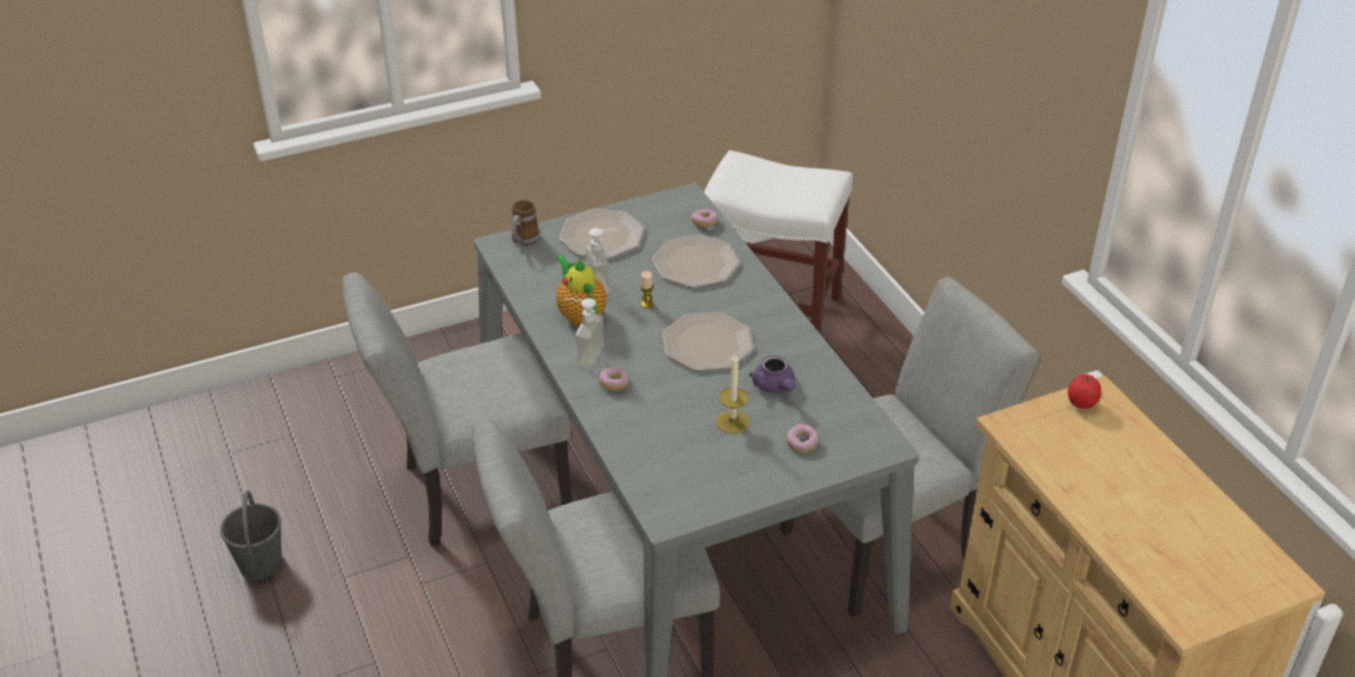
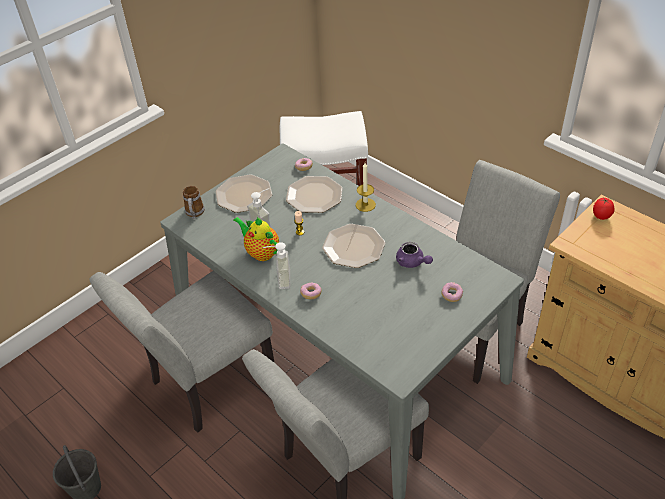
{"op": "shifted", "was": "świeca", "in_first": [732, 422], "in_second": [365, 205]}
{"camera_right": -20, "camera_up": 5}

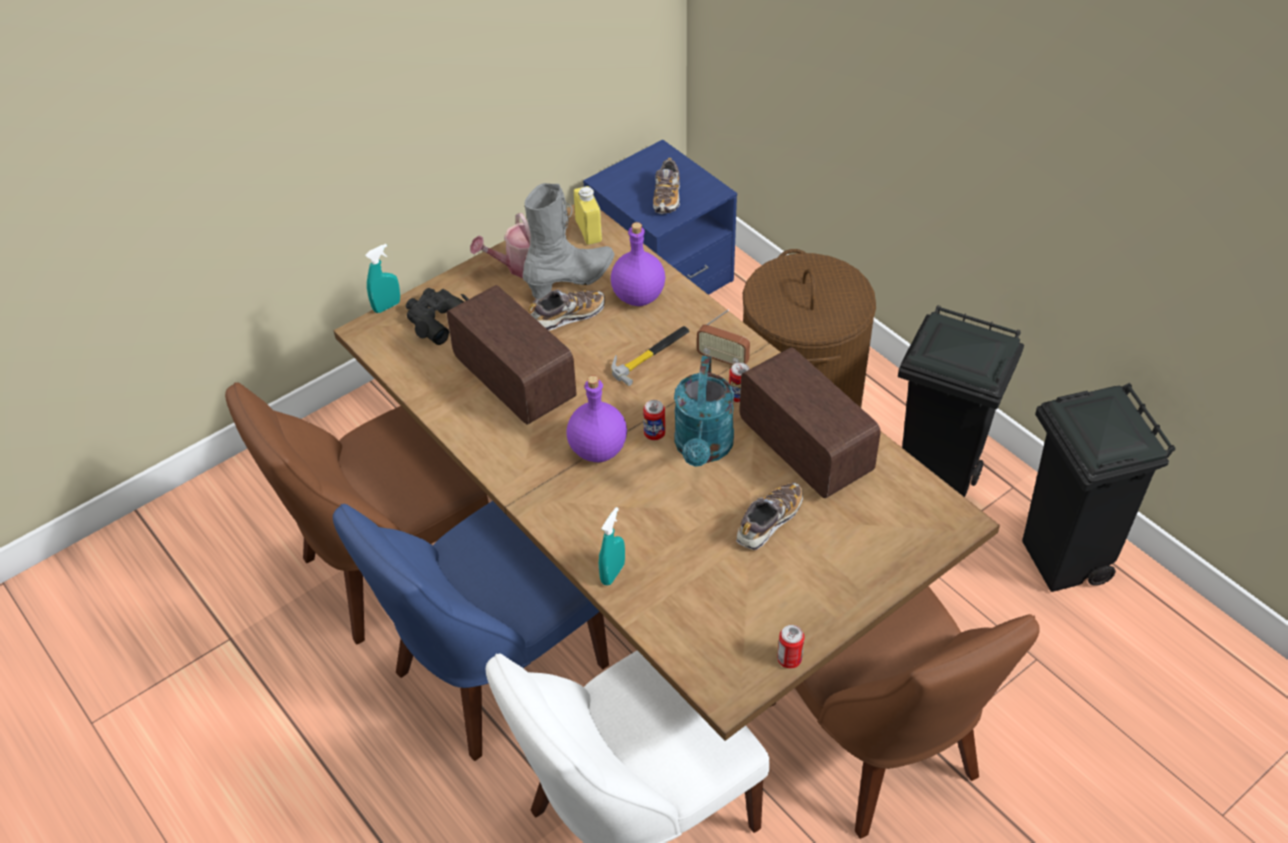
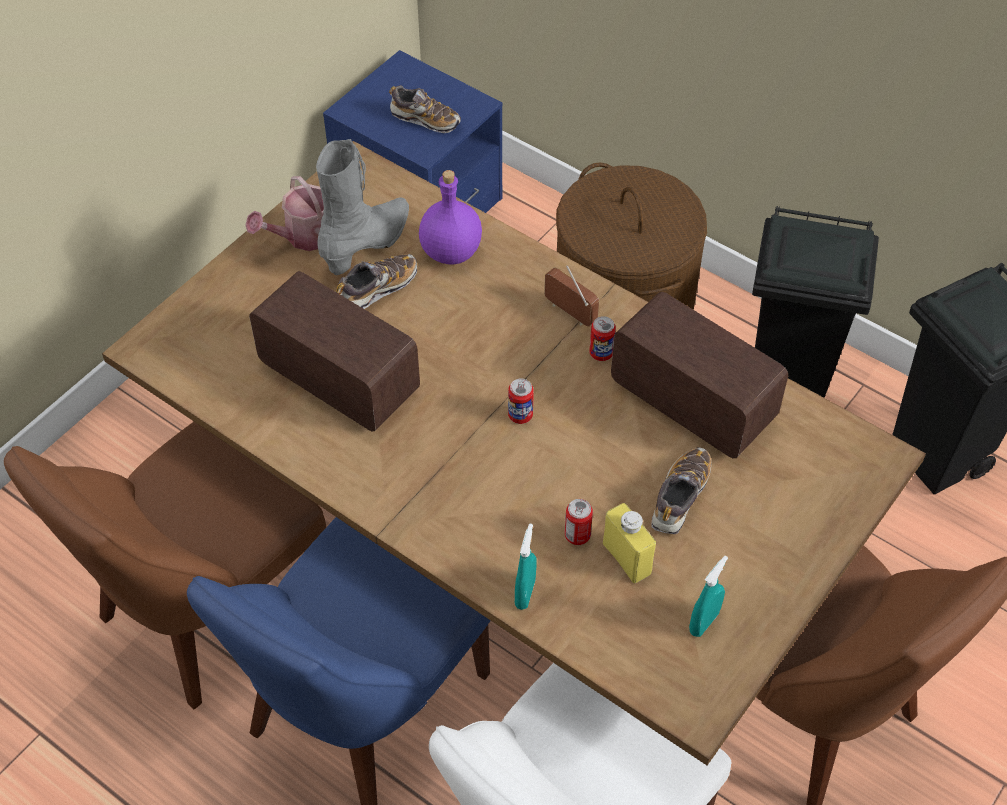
{"op": "shifted", "was": "spryskiwacz (turkusowy)", "in_first": [387, 306], "in_second": [704, 622]}
{"op": "gone", "was": "lornetka (czarny)", "in_first": [439, 319]}
{"op": "gone", "was": "butelka (fioletowy)", "in_first": [597, 450]}
{"op": "shifted", "was": "butelka (żółty)", "in_first": [588, 231], "in_second": [626, 559]}
{"op": "gone", "was": "młotek", "in_first": [651, 354]}
{"op": "rotated", "was": "but", "in_first": [667, 197], "in_second": [425, 119], "clockwise": -60}
{"op": "gone", "was": "konewka (turkusowy)", "in_first": [703, 449]}
{"op": "rotated", "was": "radio", "in_first": [723, 360], "in_second": [570, 312], "clockwise": -150}
{"op": "shifted", "was": "puszka", "in_first": [789, 659], "in_second": [577, 535]}
{"camera_right": -15, "camera_up": 5}

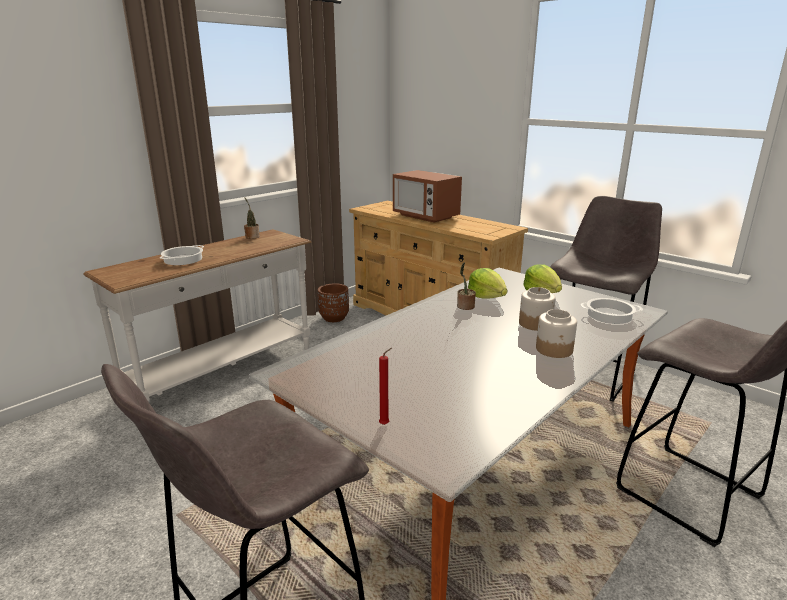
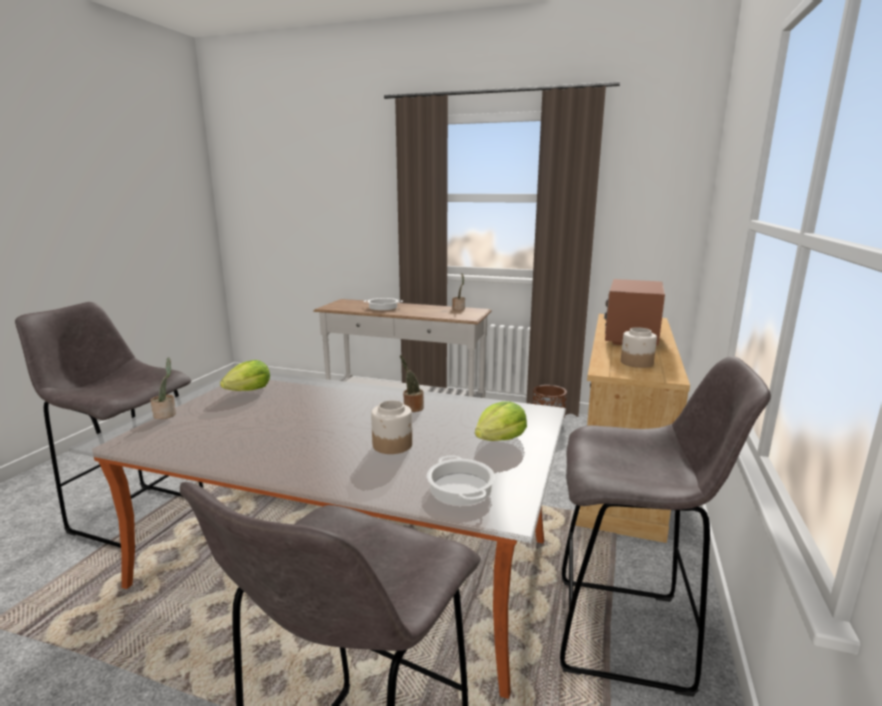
{"op": "swapped", "was": "świeca (czerwony)", "now": "roślina doniczkowa", "in_first": [385, 424], "in_second": [166, 414]}
{"op": "shifted", "was": "sałata", "in_first": [487, 296], "in_second": [249, 390]}
{"op": "shifted", "was": "słoik", "in_first": [554, 350], "in_second": [636, 363]}
{"camera_right": 65, "camera_up": -5}

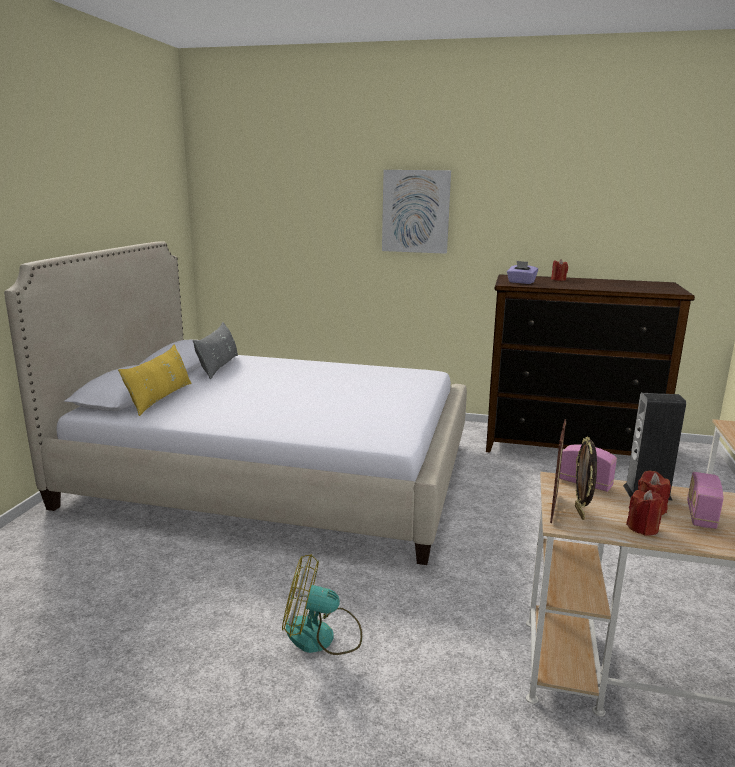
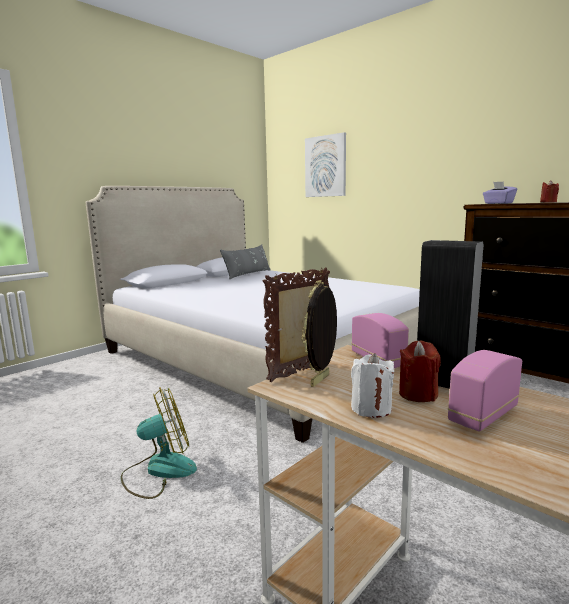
{"op": "gone", "was": "poduszka (żółty)", "in_first": [160, 398]}
{"op": "rotated", "was": "wentylator", "in_first": [322, 636], "in_second": [159, 471], "clockwise": 120}
{"op": "shifted", "was": "obraz", "in_first": [416, 211], "in_second": [325, 166]}
{"op": "repainted", "was": "świeca (czerwony)", "now": "świeca (biały)", "in_first": [642, 528], "in_second": [371, 409]}
{"camera_right": 30, "camera_up": -5}

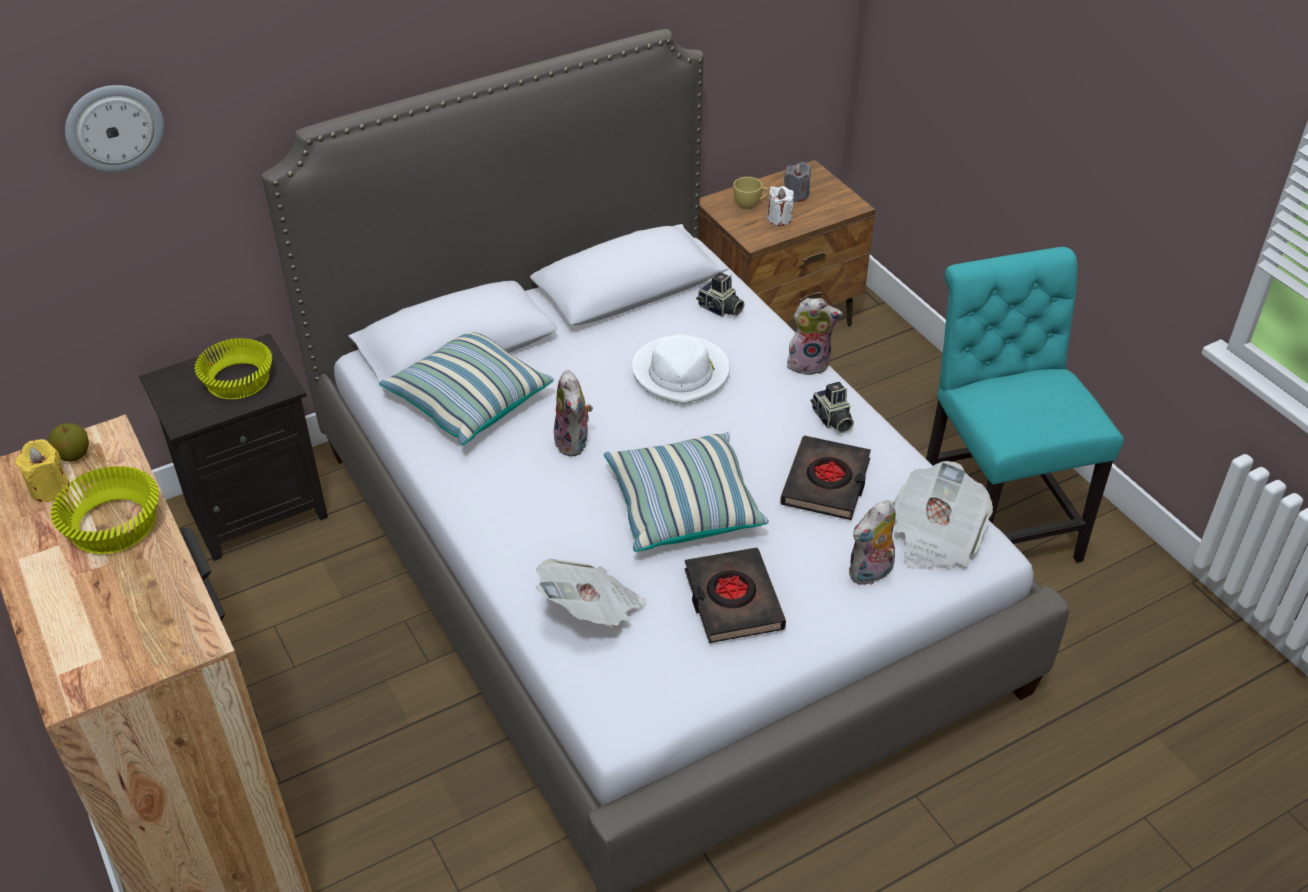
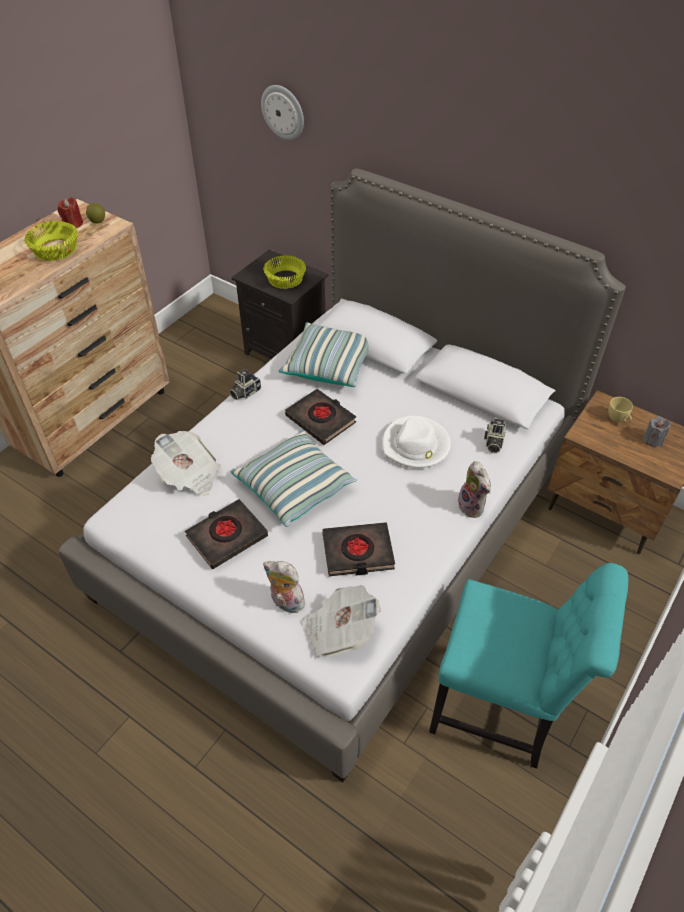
{"op": "repainted", "was": "świeca (żółty)", "now": "świeca (czerwony)", "in_first": [50, 488], "in_second": [73, 224]}
{"op": "swapped", "was": "pluszak", "now": "książka (czarny)", "in_first": [574, 443], "in_second": [321, 419]}
{"op": "gone", "was": "świeca (biały)", "in_first": [779, 218]}
{"op": "shifted", "was": "aparat fotograficzny", "in_first": [831, 420], "in_second": [244, 392]}
{"op": "rotated", "was": "krzesło (turkusowy)", "in_first": [993, 519], "in_second": [500, 709], "clockwise": 60}
{"camera_right": 65, "camera_up": 5}

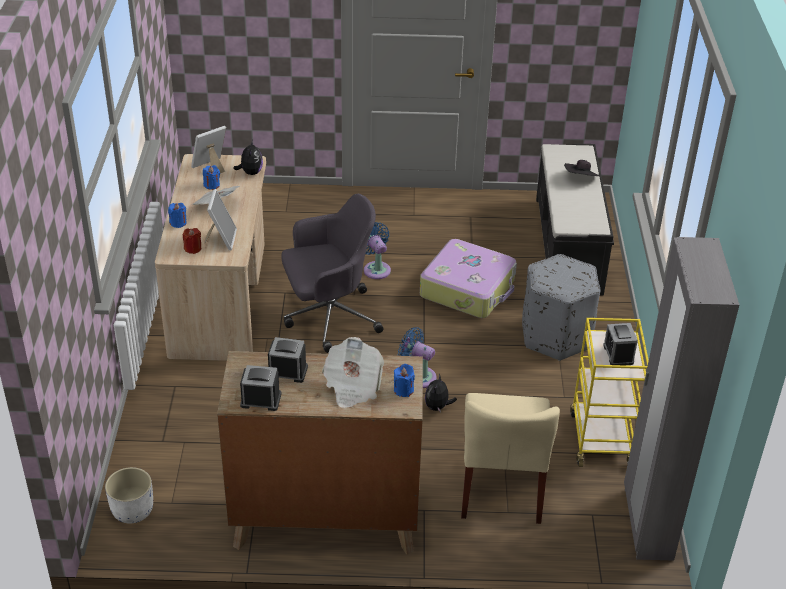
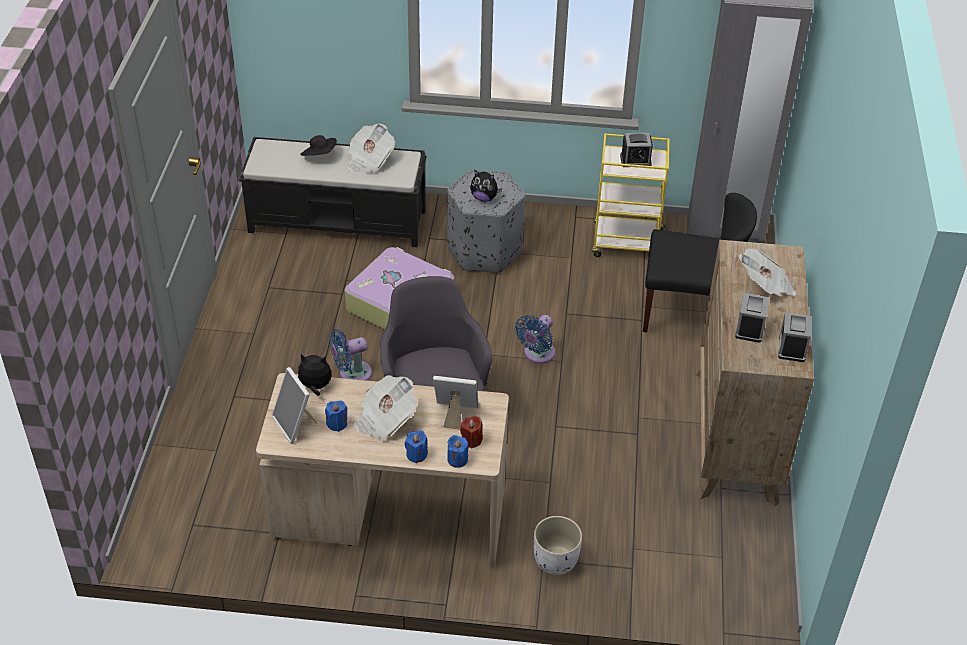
{"op": "shifted", "was": "donica (biały)", "in_first": [132, 510], "in_second": [555, 560]}
{"op": "shifted", "was": "świeca (niebieski)", "in_first": [403, 390], "in_second": [457, 459]}
{"op": "shifted", "was": "pluszak", "in_first": [437, 407], "in_second": [484, 198]}
{"op": "repainted", "was": "krzesło (beżowy)", "now": "krzesło (czarny)", "in_first": [501, 487], "in_second": [687, 313]}
{"op": "new", "now": "gazeta", "in_second": [369, 160]}
{"camera_right": -85, "camera_up": 5}

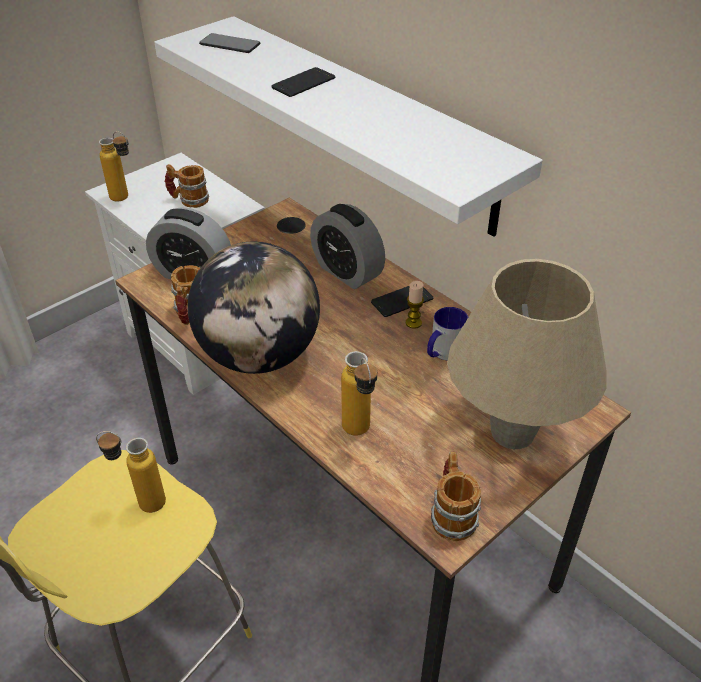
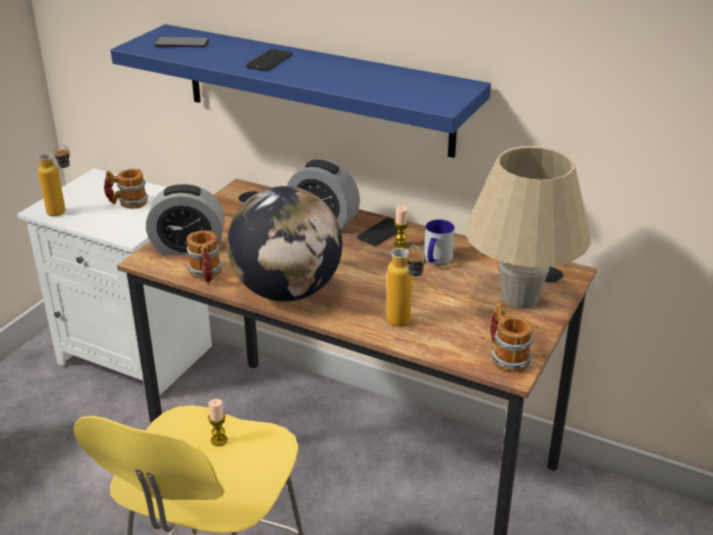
{"op": "swapped", "was": "butelka", "now": "świeca", "in_first": [141, 503], "in_second": [219, 440]}
{"op": "repainted", "was": "półka (biały)", "now": "półka (niebieski)", "in_first": [364, 121], "in_second": [316, 89]}
{"camera_right": -20, "camera_up": -10}

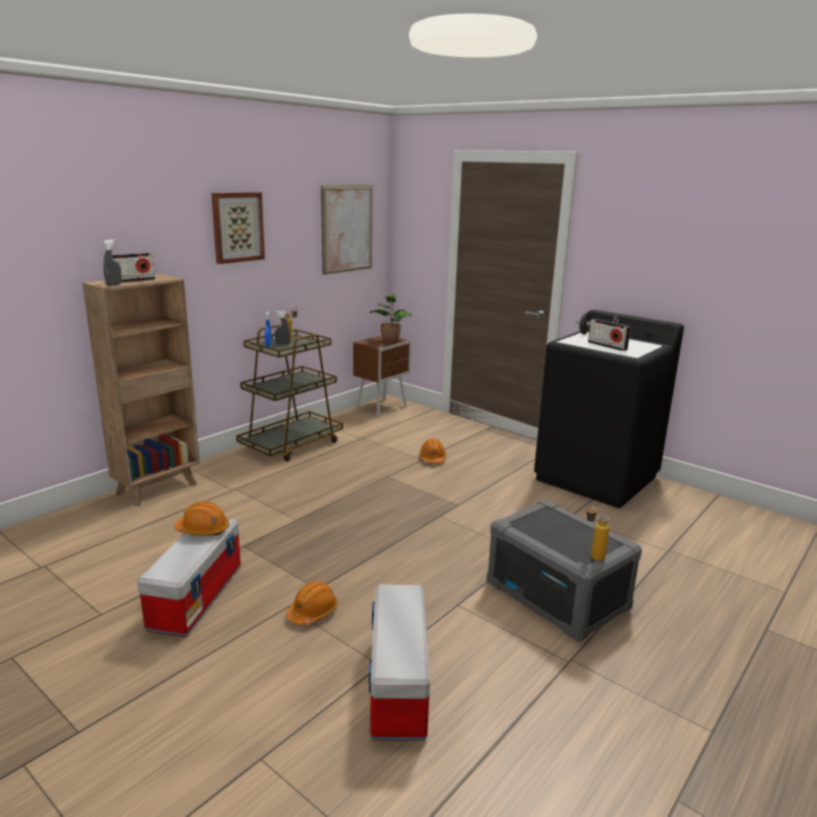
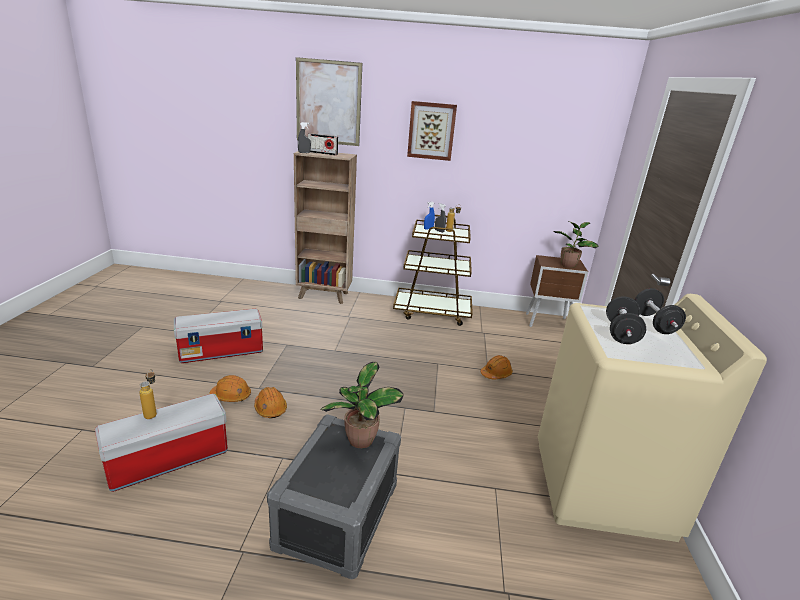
{"op": "shifted", "was": "kask (pomarańczowy)", "in_first": [203, 530], "in_second": [270, 408]}
{"op": "shifted", "was": "obraz", "in_first": [347, 229], "in_second": [328, 103]}
{"op": "repainted", "was": "pralka (czarny)", "now": "pralka (beżowy)", "in_first": [596, 478], "in_second": [602, 488]}
{"op": "shifted", "was": "butelka", "in_first": [592, 555], "in_second": [152, 412]}
{"op": "swapped", "was": "radio", "now": "hantel (czarny)", "in_first": [607, 346], "in_second": [620, 333]}
{"op": "new", "now": "roślina doniczkowa", "in_second": [360, 441]}
{"camera_right": 55, "camera_up": 5}

